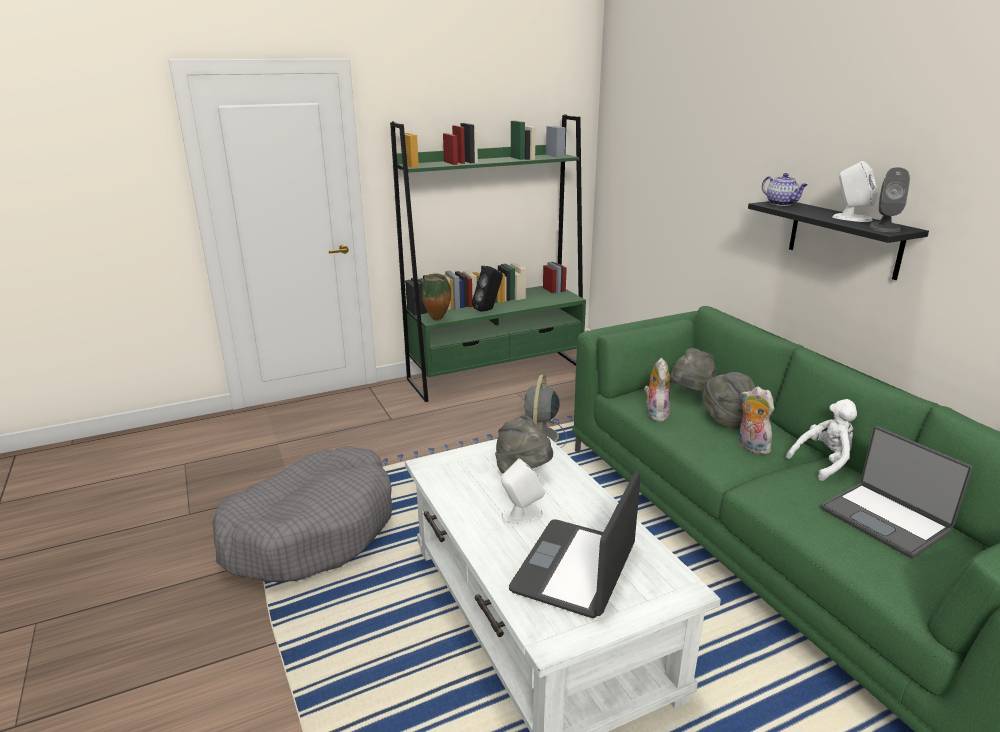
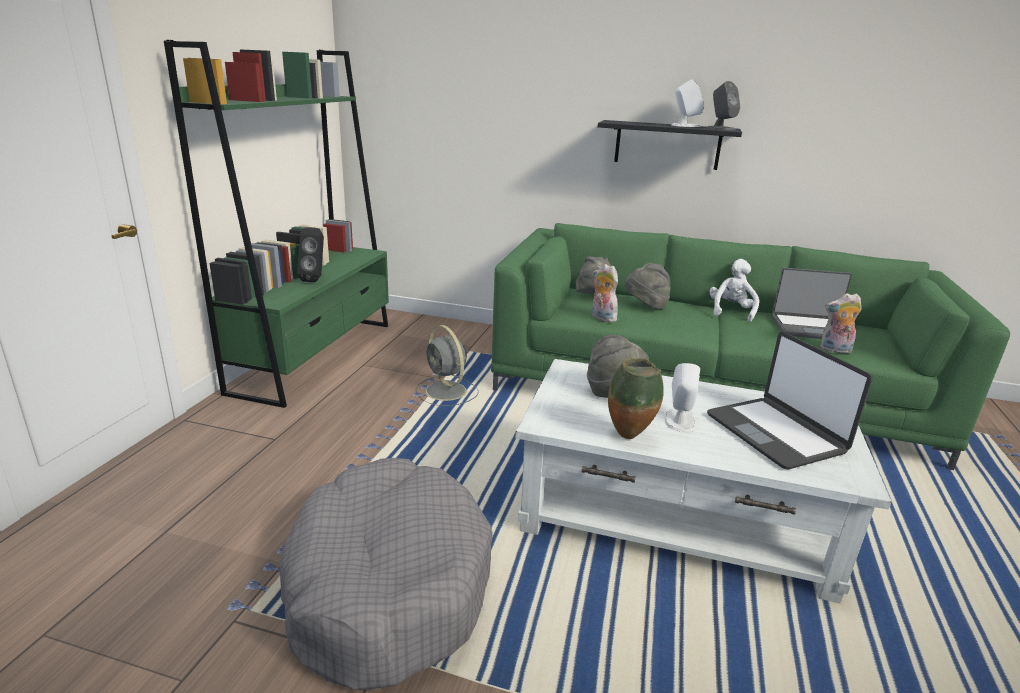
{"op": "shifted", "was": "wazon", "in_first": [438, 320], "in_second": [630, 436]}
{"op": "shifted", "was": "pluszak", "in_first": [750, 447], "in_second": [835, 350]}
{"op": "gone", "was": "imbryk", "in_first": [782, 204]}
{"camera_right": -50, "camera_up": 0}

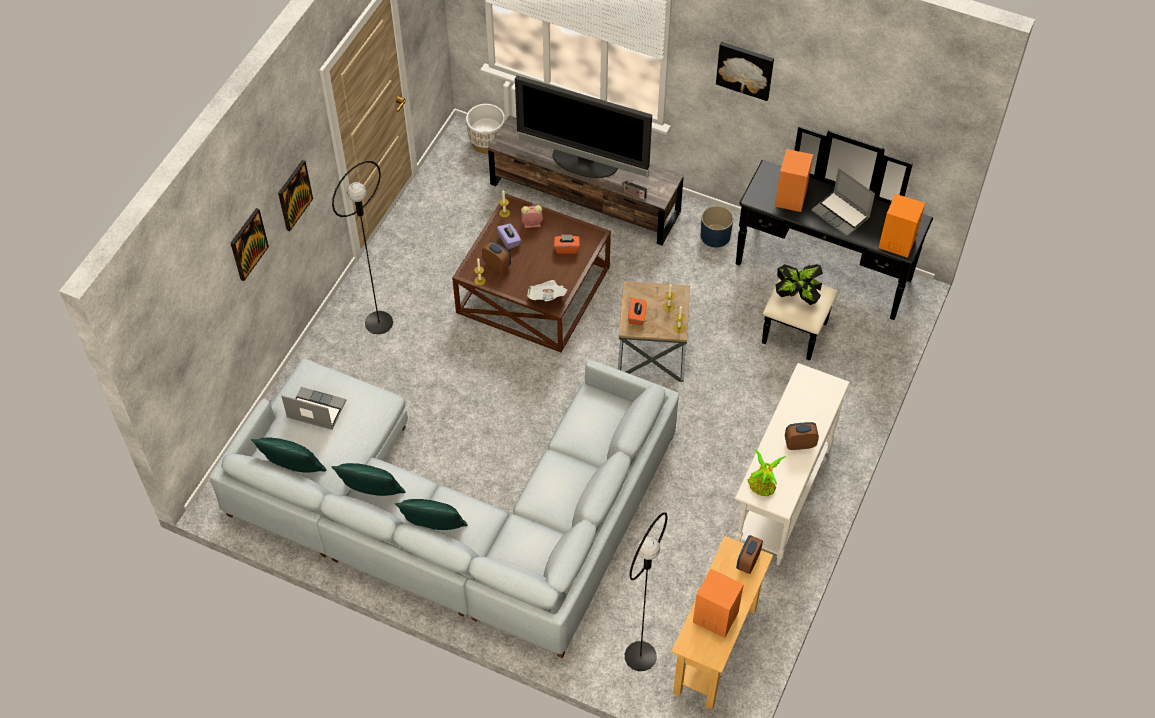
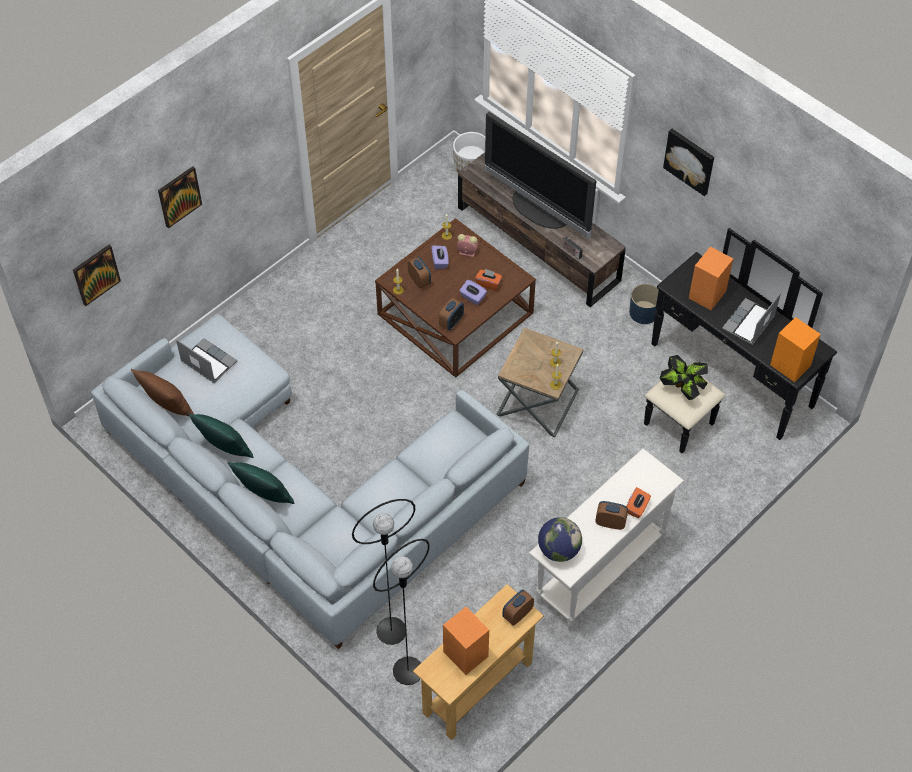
{"op": "repainted", "was": "poduszka (zielony)", "now": "poduszka (brązowy)", "in_first": [294, 468], "in_second": [168, 407]}
{"op": "shifted", "was": "obraz", "in_first": [294, 195], "in_second": [96, 274]}
{"op": "shifted", "was": "lampa stojąca (czarny)", "in_first": [379, 322], "in_second": [391, 630]}
{"op": "swapped", "was": "gazeta", "now": "budzik", "in_first": [547, 297], "in_second": [451, 322]}
{"op": "shifted", "was": "pudełko chusteczek (pomarańczowy)", "in_first": [637, 316], "in_second": [637, 508]}
{"op": "swapped", "was": "roślina doniczkowa", "now": "globus", "in_first": [762, 486], "in_second": [558, 550]}
{"op": "rotated", "was": "laptop", "in_first": [841, 214], "in_second": [749, 323], "clockwise": 60}
{"op": "new", "now": "pudełko chusteczek (fioletowy)", "in_second": [472, 297]}
{"camera_right": 20, "camera_up": 0}

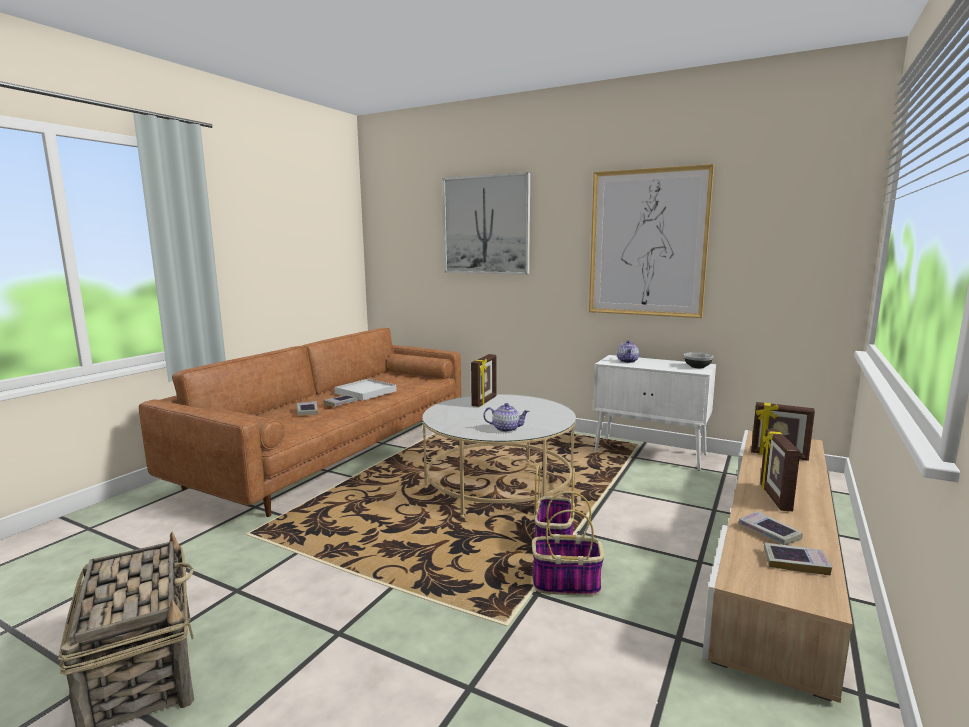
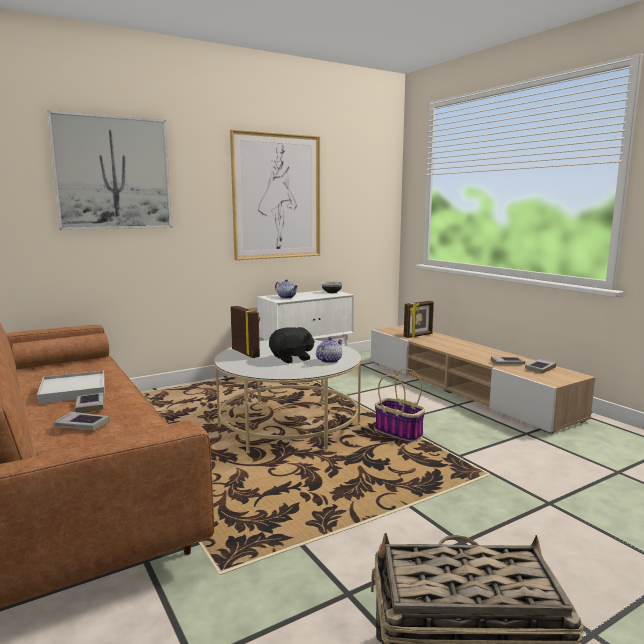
{"op": "gone", "was": "koszyk", "in_first": [565, 583]}
{"op": "gone", "was": "ramka na zdjęcie", "in_first": [774, 498]}
{"op": "new", "now": "pluszak (czarny)", "in_second": [292, 358]}
{"camera_right": -60, "camera_up": 0}

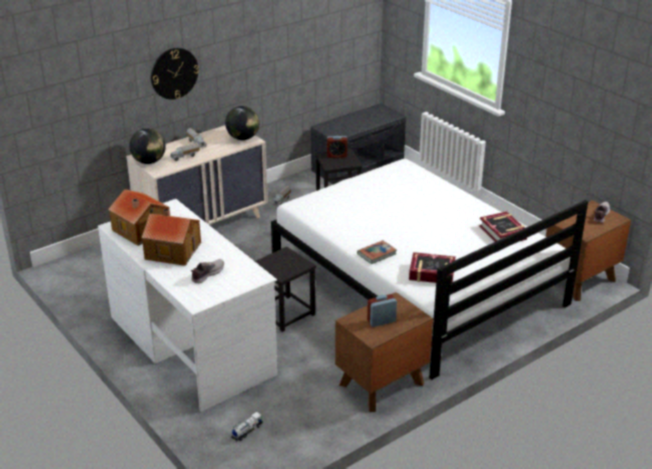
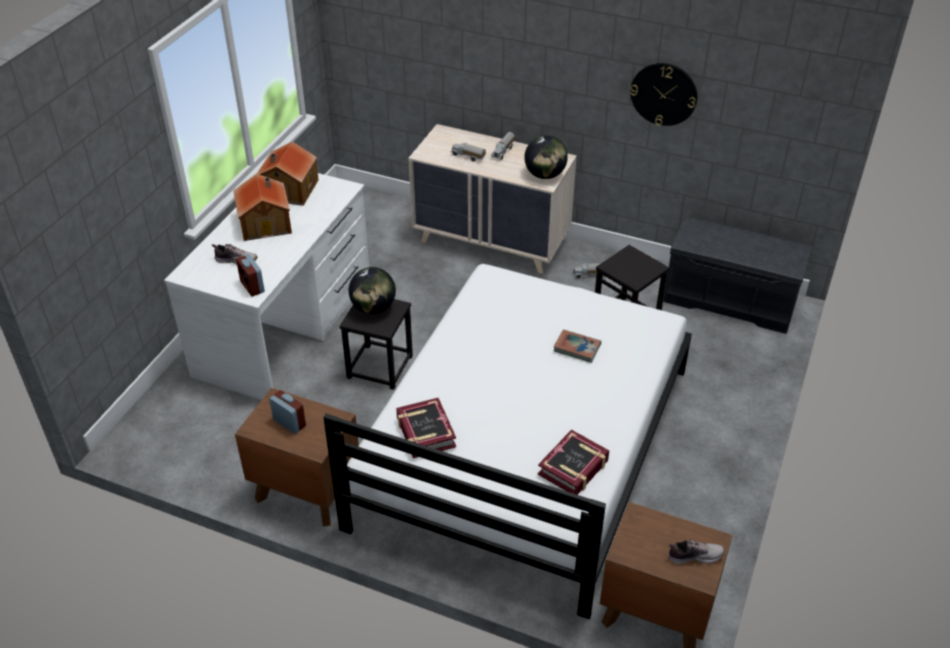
{"op": "shifted", "was": "globus", "in_first": [149, 162], "in_second": [373, 308]}
{"op": "shifted", "was": "zegar ścienny", "in_first": [174, 73], "in_second": [663, 94]}
{"op": "gone", "was": "ciężarówka zabawkowa", "in_first": [247, 431]}
{"op": "shifted", "was": "budzik", "in_first": [337, 155], "in_second": [252, 287]}
{"op": "shifted", "was": "książka", "in_first": [376, 254], "in_second": [577, 348]}
{"camera_right": 60, "camera_up": 10}

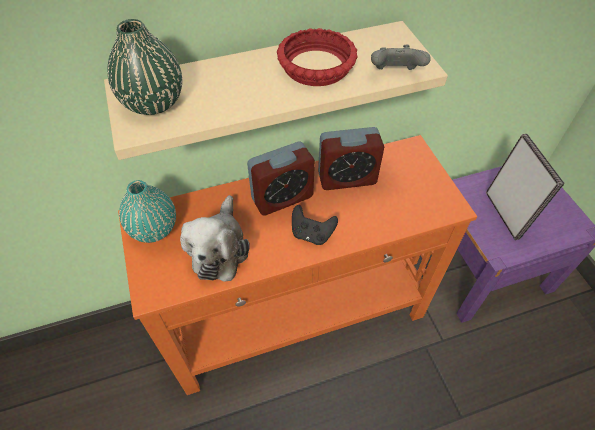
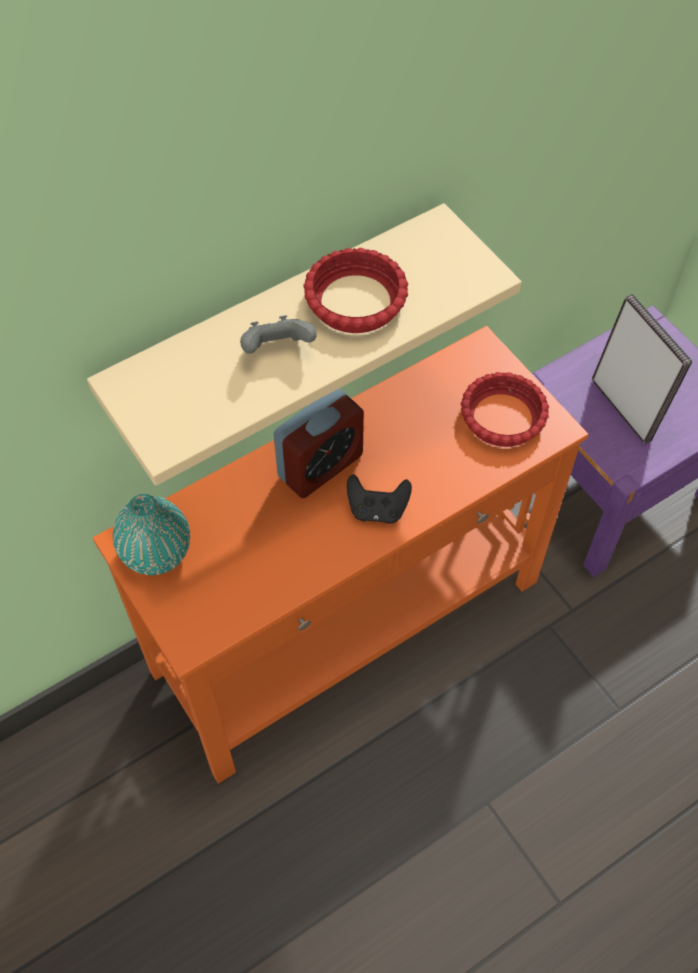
{"op": "gone", "was": "wazon (zielony)", "in_first": [153, 103]}
{"op": "gone", "was": "pluszak", "in_first": [219, 248]}
{"op": "gone", "was": "budzik", "in_first": [347, 178]}
{"op": "shifted", "was": "pad do gier (szary)", "in_first": [395, 74], "in_second": [277, 349]}
{"op": "new", "now": "miska (czerwony)", "in_second": [501, 417]}
{"camera_right": -15, "camera_up": 5}

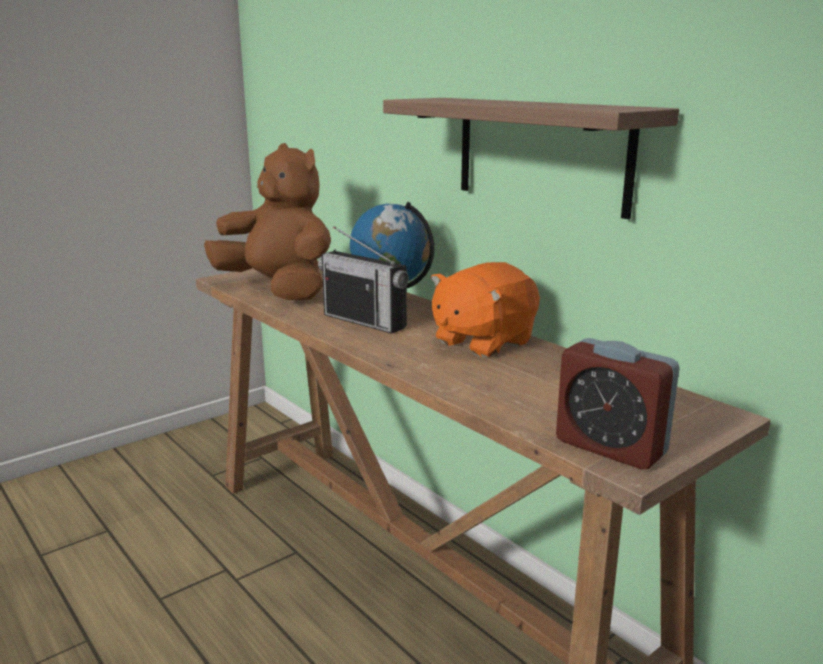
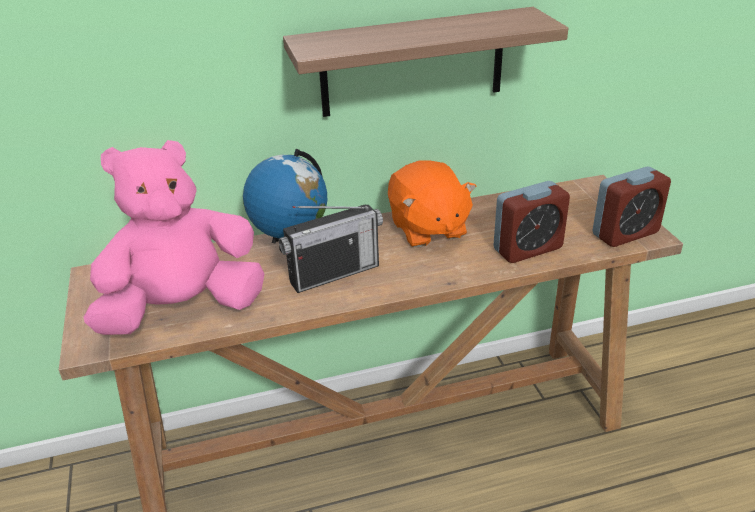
{"op": "repainted", "was": "pluszak (brązowy)", "now": "pluszak (różowy)", "in_first": [278, 290], "in_second": [184, 309]}
{"op": "new", "now": "budzik", "in_second": [527, 249]}
{"camera_right": -65, "camera_up": 15}

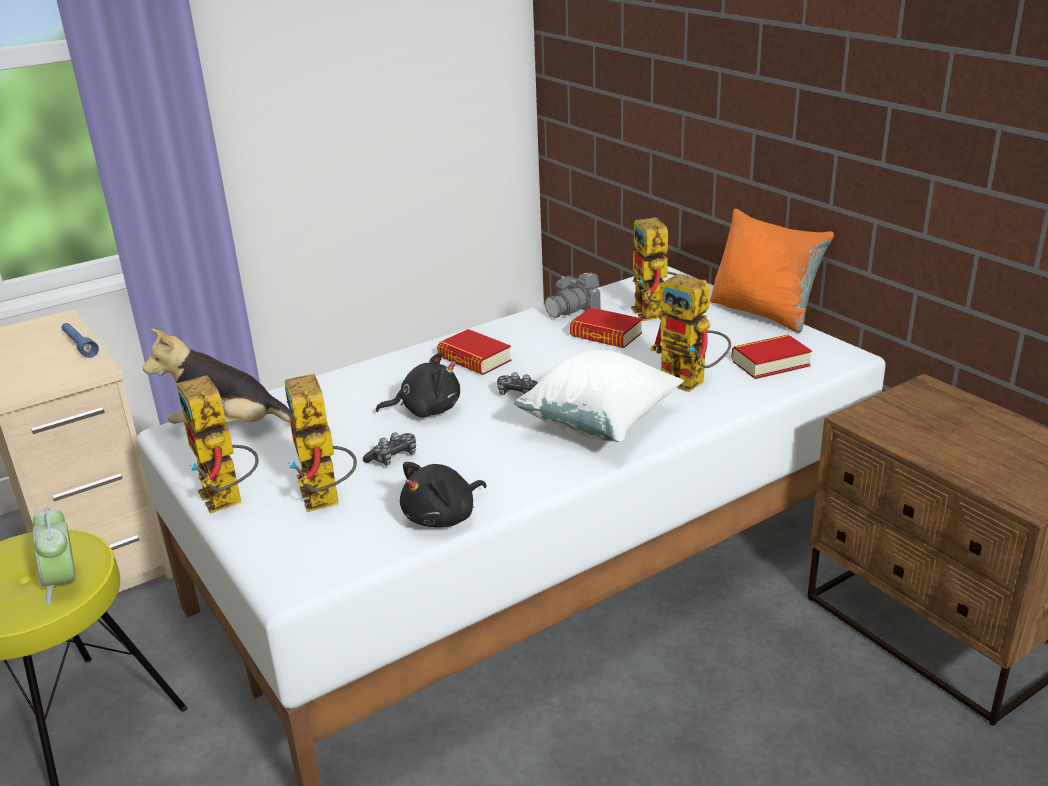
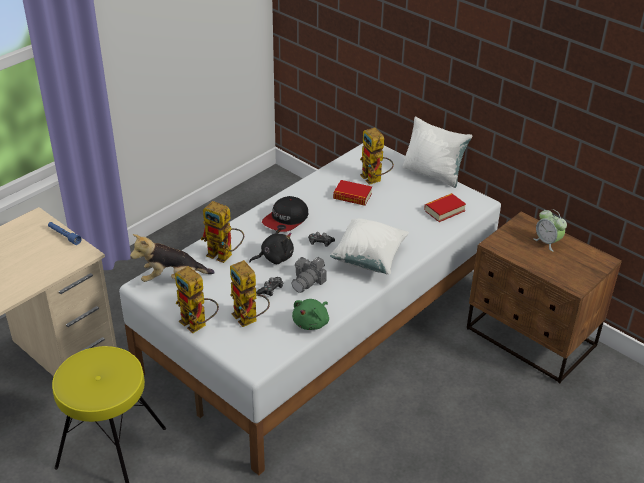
{"op": "shifted", "was": "budzik", "in_first": [63, 583], "in_second": [547, 242]}
{"op": "repainted", "was": "pluszak (czarny)", "now": "pluszak (zielony)", "in_first": [443, 517], "in_second": [312, 322]}
{"op": "swapped", "was": "książka", "now": "czapka z daszkiem", "in_first": [474, 359], "in_second": [286, 220]}
{"op": "shifted", "was": "aparat fotograficzny", "in_first": [573, 309], "in_second": [308, 281]}
{"op": "shifted", "was": "robot zabawkowy", "in_first": [692, 382], "in_second": [225, 255]}
{"op": "repainted", "was": "poduszka (pomarańczowy)", "now": "poduszka (biały)", "in_first": [764, 313], "in_second": [433, 174]}
{"camera_right": -15, "camera_up": 10}

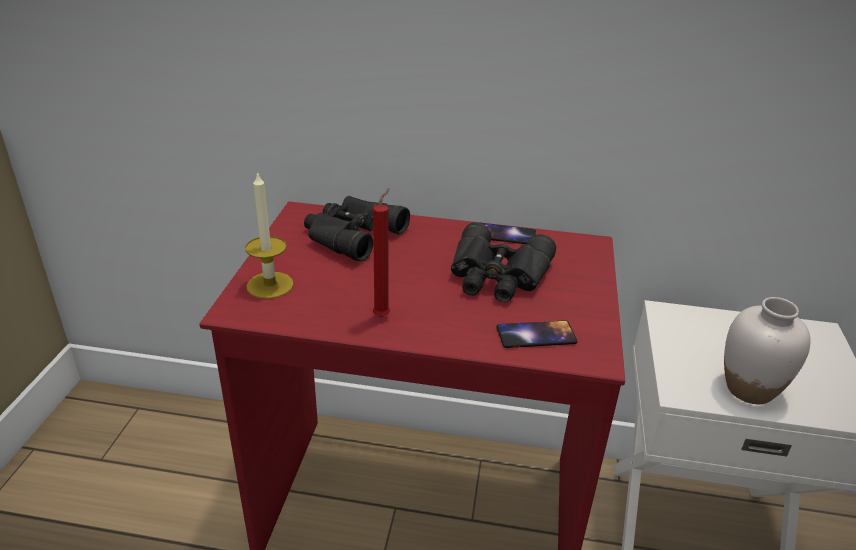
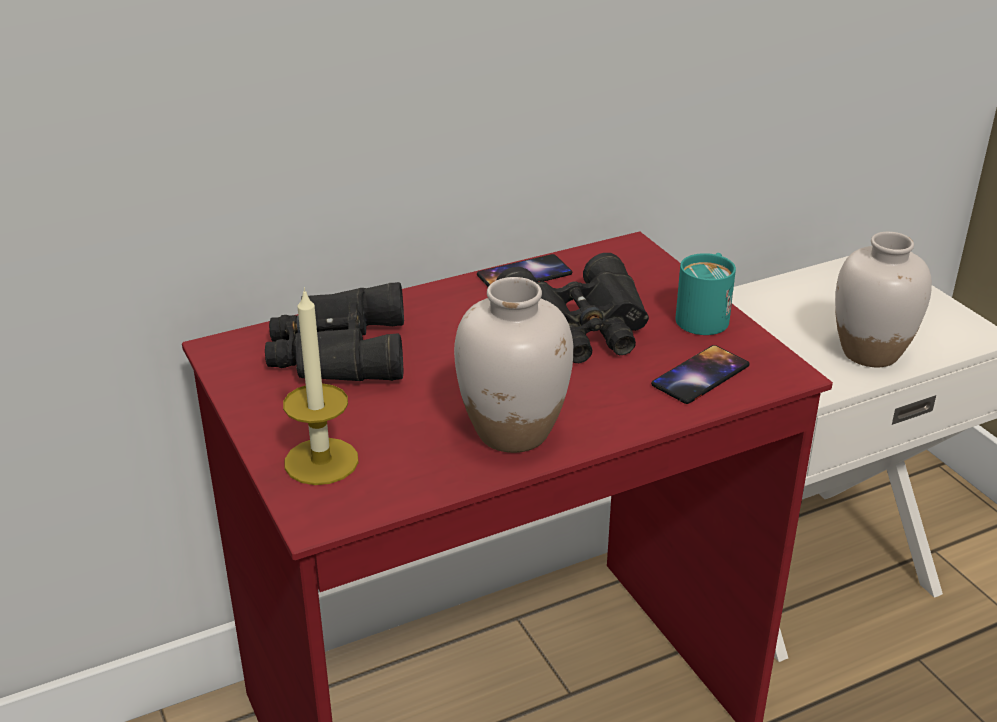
{"op": "swapped", "was": "świeca (czerwony)", "now": "wazon (biały)", "in_first": [383, 315], "in_second": [513, 431]}
{"op": "new", "now": "kubek (turkusowy)", "in_second": [705, 315]}
{"camera_right": -35, "camera_up": 0}

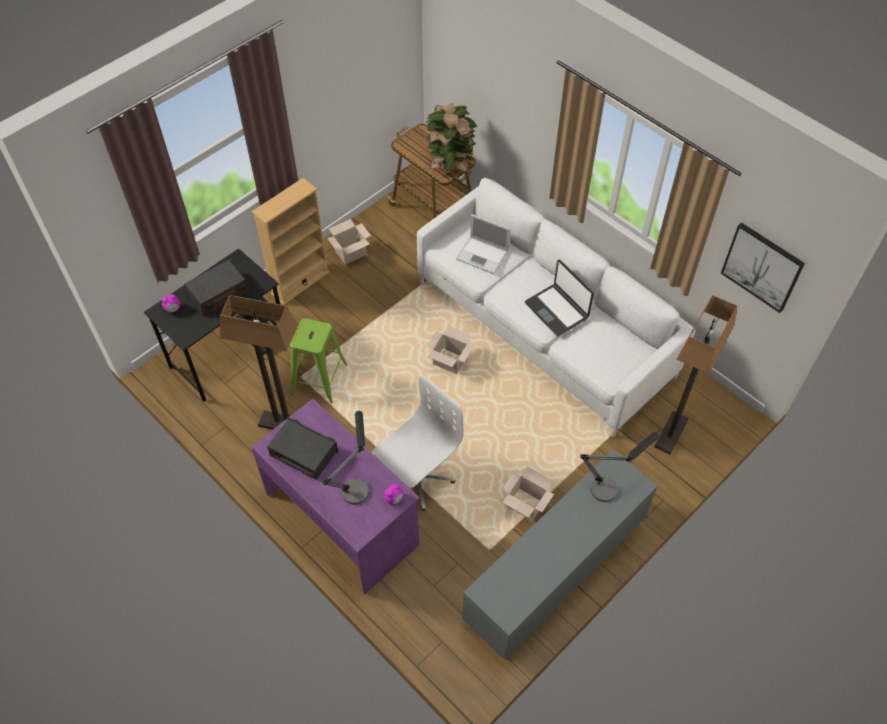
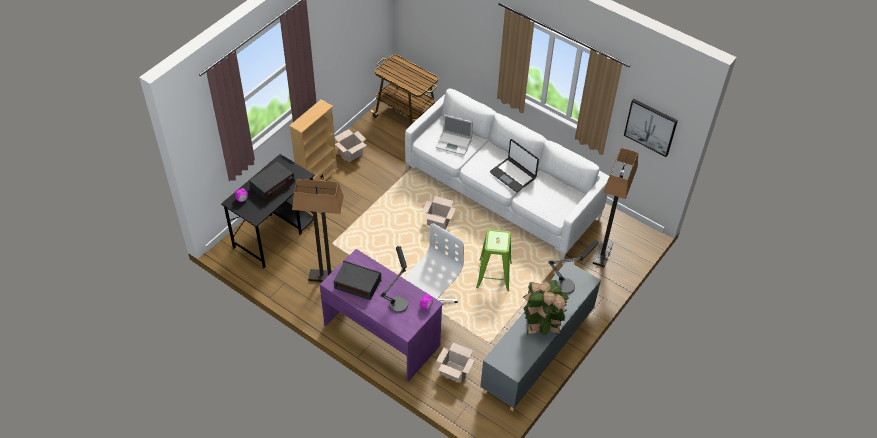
{"op": "shifted", "was": "stołek (zielony)", "in_first": [319, 378], "in_second": [494, 275]}
{"op": "shifted", "was": "roślina doniczkowa", "in_first": [450, 164], "in_second": [541, 324]}
{"op": "shifted", "was": "karton", "in_first": [524, 505], "in_second": [454, 371]}
{"camera_right": -10, "camera_up": -5}

